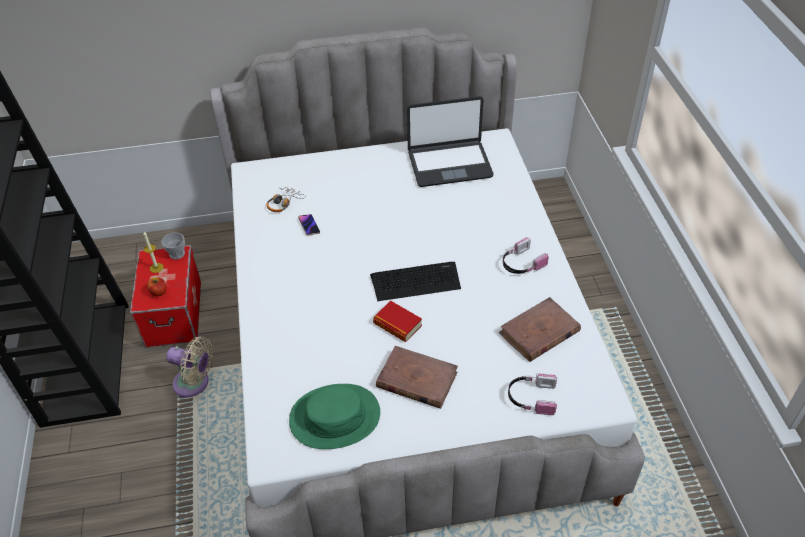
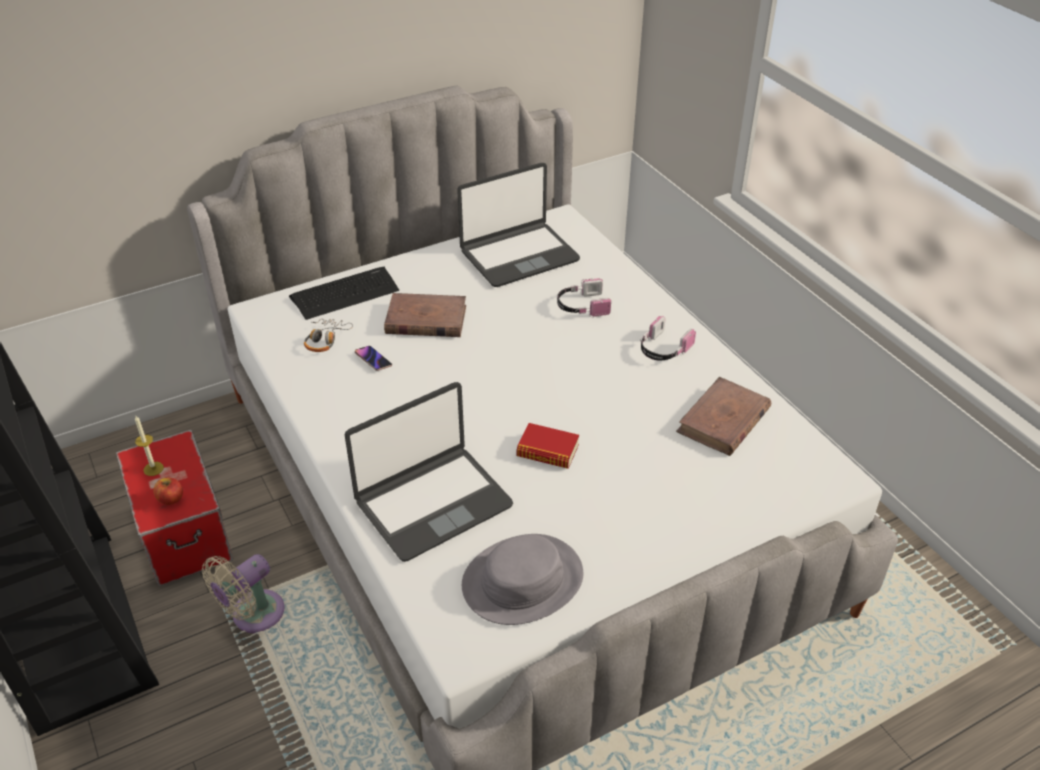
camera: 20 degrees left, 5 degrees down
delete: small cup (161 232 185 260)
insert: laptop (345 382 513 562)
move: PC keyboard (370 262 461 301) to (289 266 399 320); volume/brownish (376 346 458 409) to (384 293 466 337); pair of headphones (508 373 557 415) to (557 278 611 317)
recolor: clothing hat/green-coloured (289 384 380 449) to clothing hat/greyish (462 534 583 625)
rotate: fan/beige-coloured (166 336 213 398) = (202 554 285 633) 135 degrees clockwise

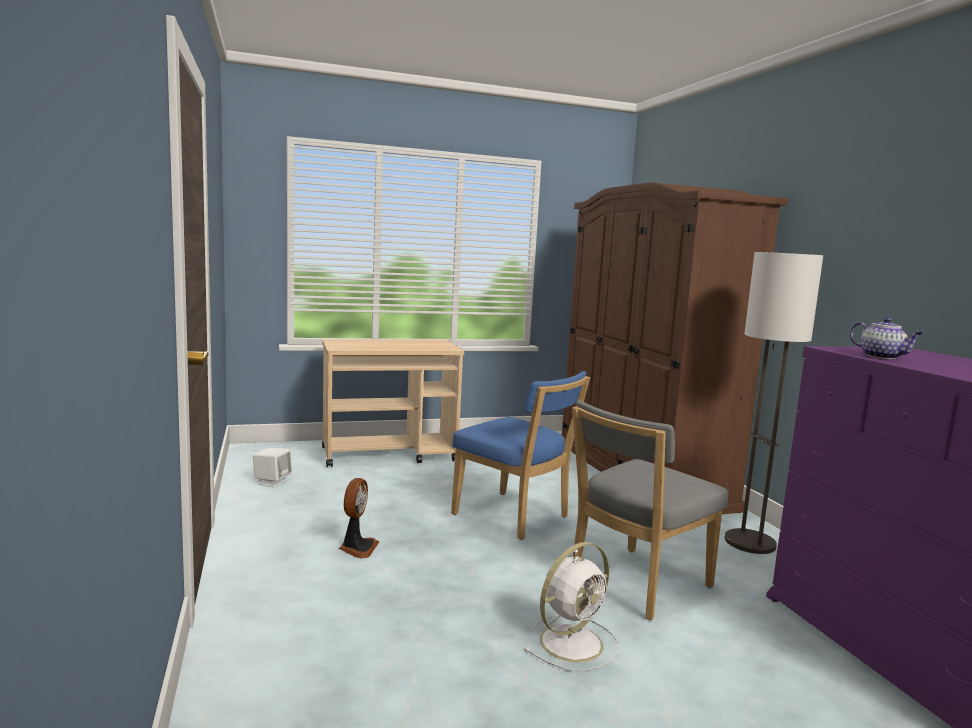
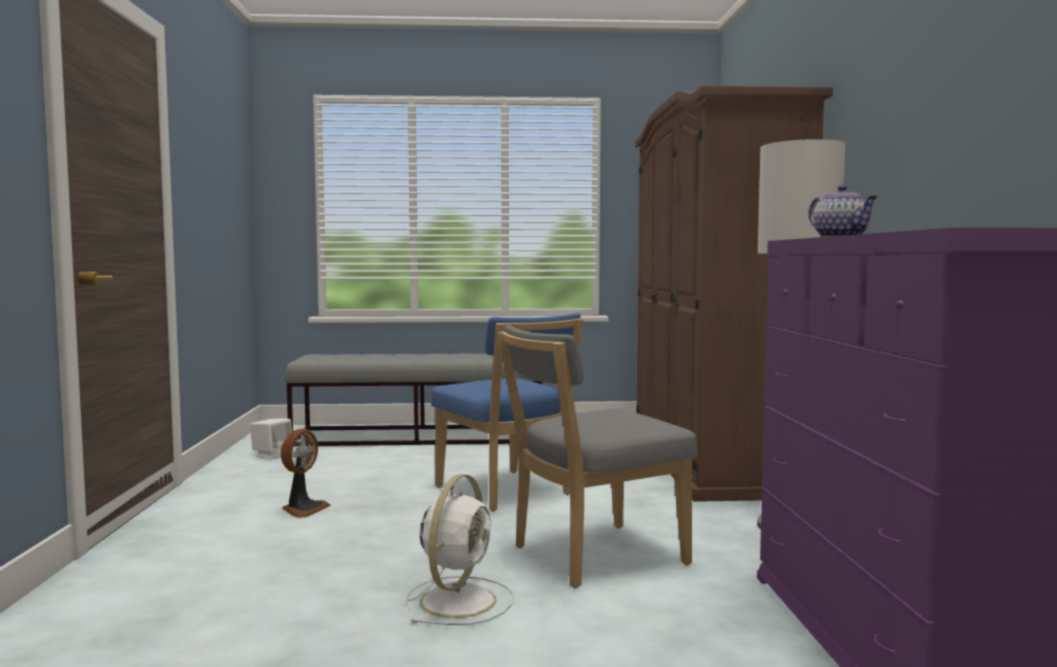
camera: 15 degrees right, 5 degrees down
replace: wheeled cart/beige-coloured (322 339 464 467) to indoor bench/greyish (285 353 543 446)
rotate: fan/whitish (523 542 619 671) = (407 474 514 625) 45 degrees counterclockwise

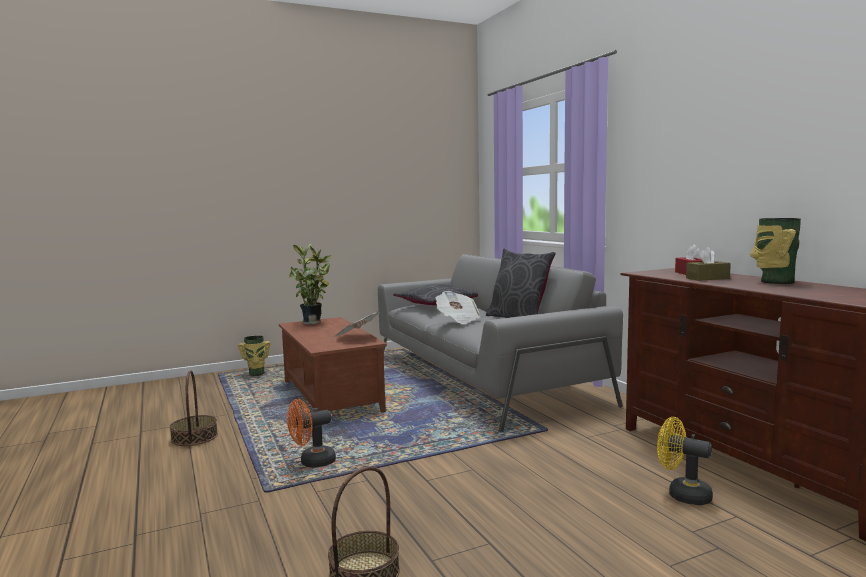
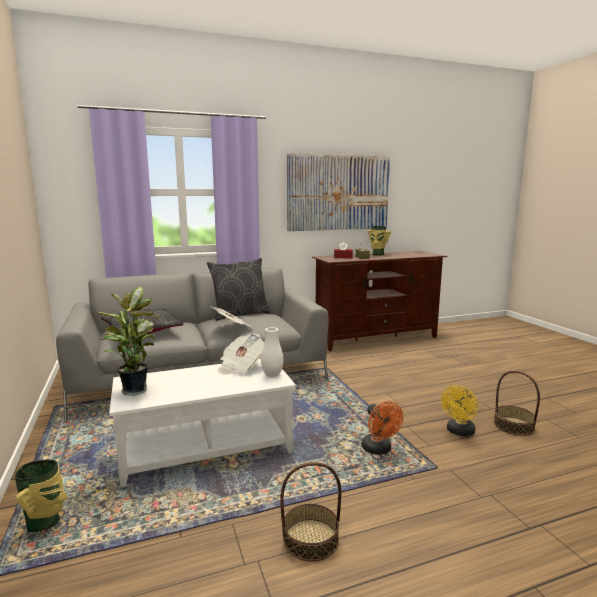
camera: 85 degrees left, 5 degrees up
insert: vase/whitish (261 327 284 377); wall picture (287 153 390 231)
move: fan/yellow-coloured (657 417 713 505) to (441 385 478 437)
recolor: lounge table/brownish (279 317 387 412) to lounge table/whitish (109 359 296 487)

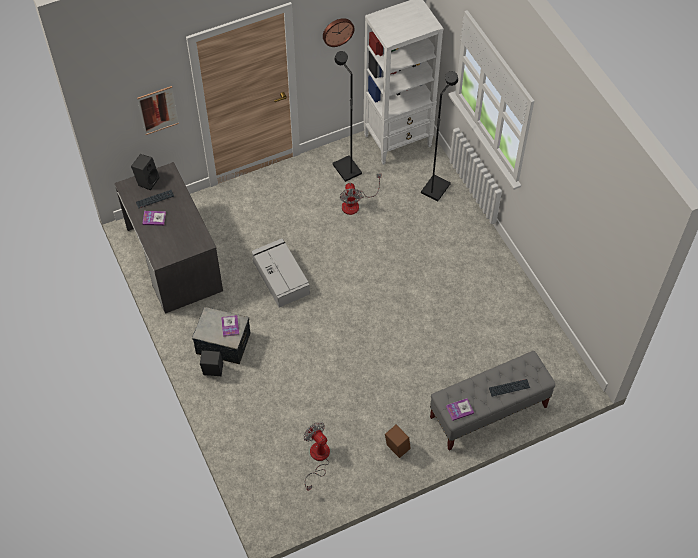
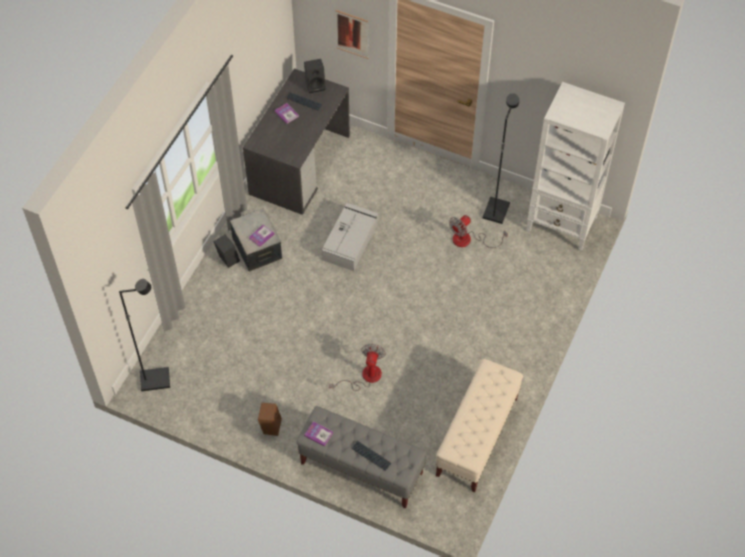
camera: 50 degrees right, 0 degrees up
delete: wall clock (323 18 354 47)
insert: indoor bench/beige-coloured (436 359 523 492)
move: fan (304 422 330 491) to (329 344 386 391); standing lamp/black-coloured (421 71 458 201) to (119 279 170 391)

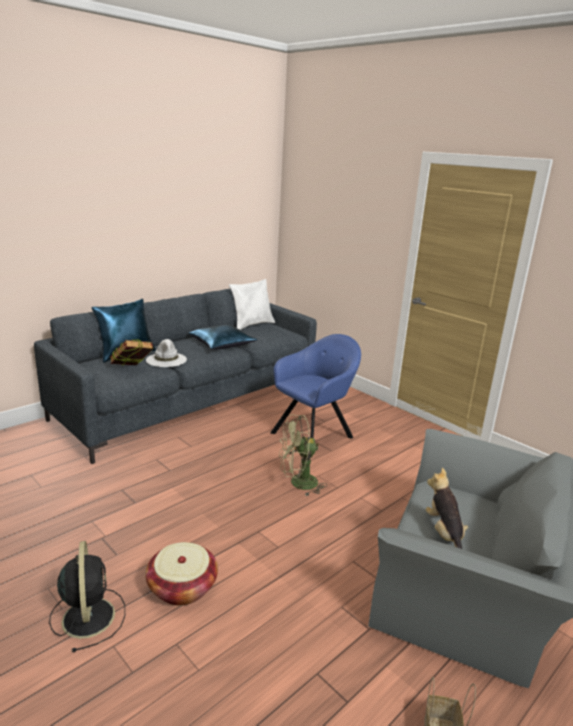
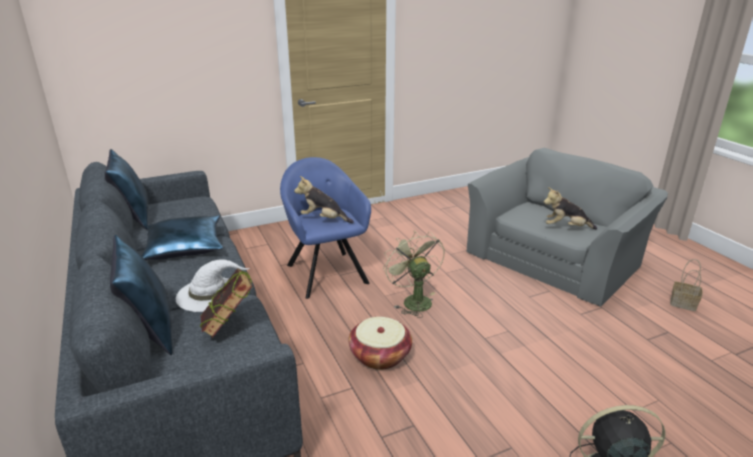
camera: 70 degrees left, 5 degrees up
insert: plush toy (294 176 354 223)
move: storage basket (146 542 218 606) to (349 317 412 370)
recolor: cushion/whitish (229 279 275 330) to cushion/blue (105 149 149 230)
rotate: fan/green-coloured (279 414 326 496) = (383 230 445 318) 150 degrees clockwise

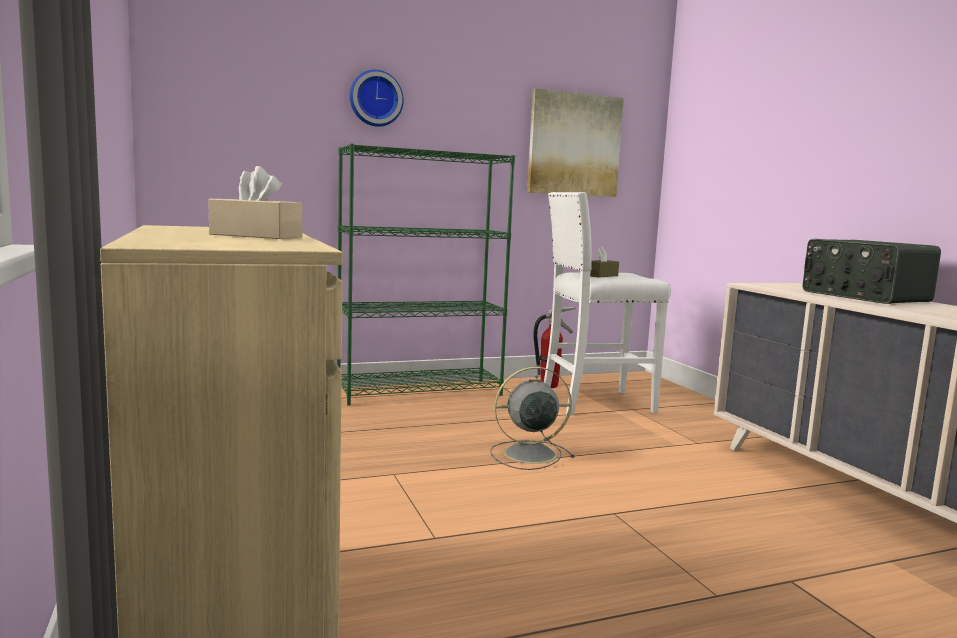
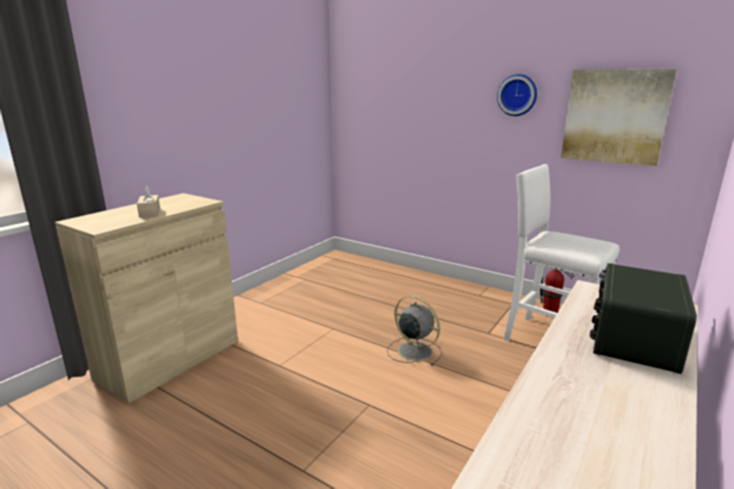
camera: 55 degrees right, 10 degrees up
delete: bookcase/green-coloured (337 144 515 406); box of tissues/brownish (590 247 619 278)
move: wall clock (350 70 404 127) to (497 74 537 116)

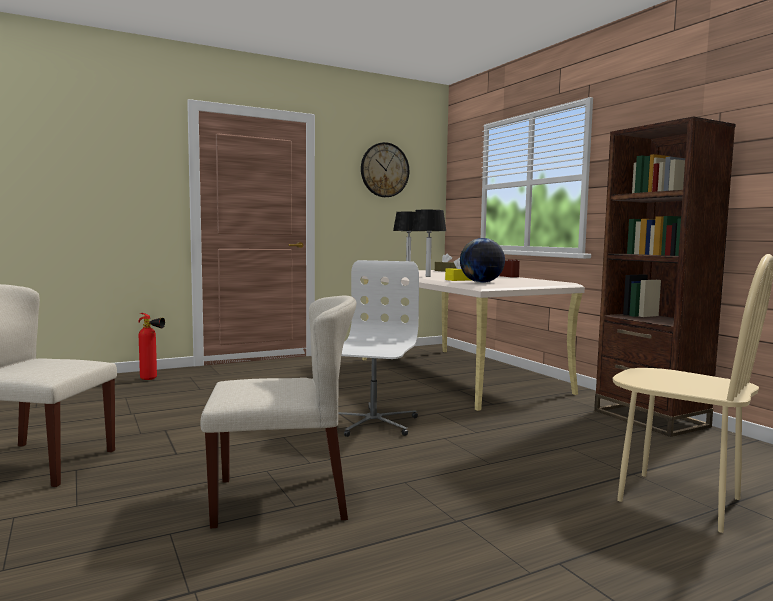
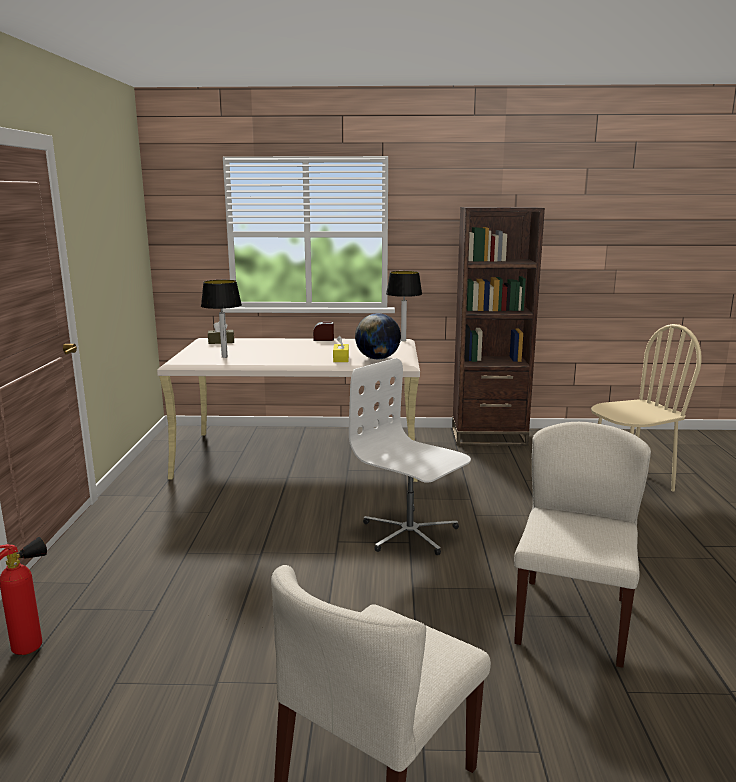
camera: 60 degrees left, 10 degrees up
delete: wall clock (361 142 409 197)
move: tabletop lamp (412 210 446 277) to (386 271 422 341)

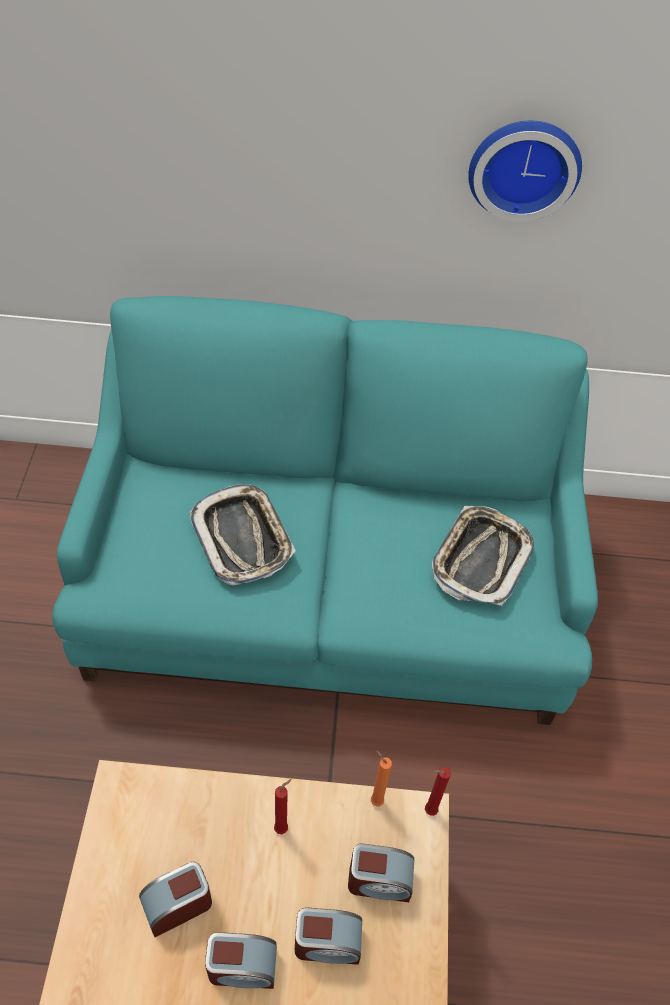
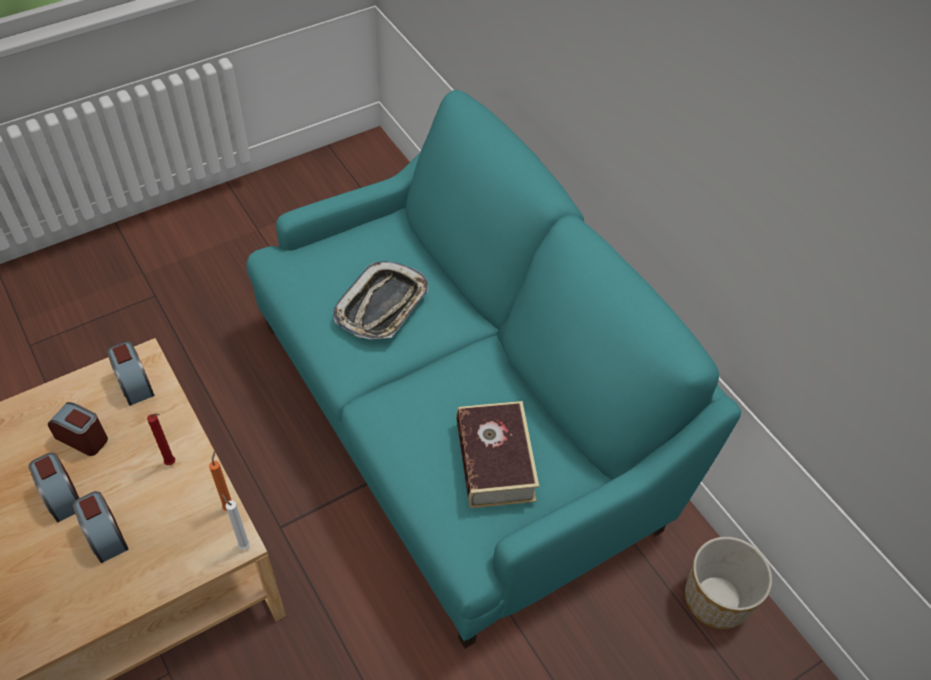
camera: 55 degrees right, 0 degrees up
delete: wall clock (468 121 582 222)
insert: flower pot (685 537 772 629)
move: bedside clock (348 844 414 902) to (107 341 154 406)
replace: serving tray (432 506 534 606) to volume (456 401 539 508)
recolor: candle/red (425 767 451 816) to candle/whitish (221 494 250 550)

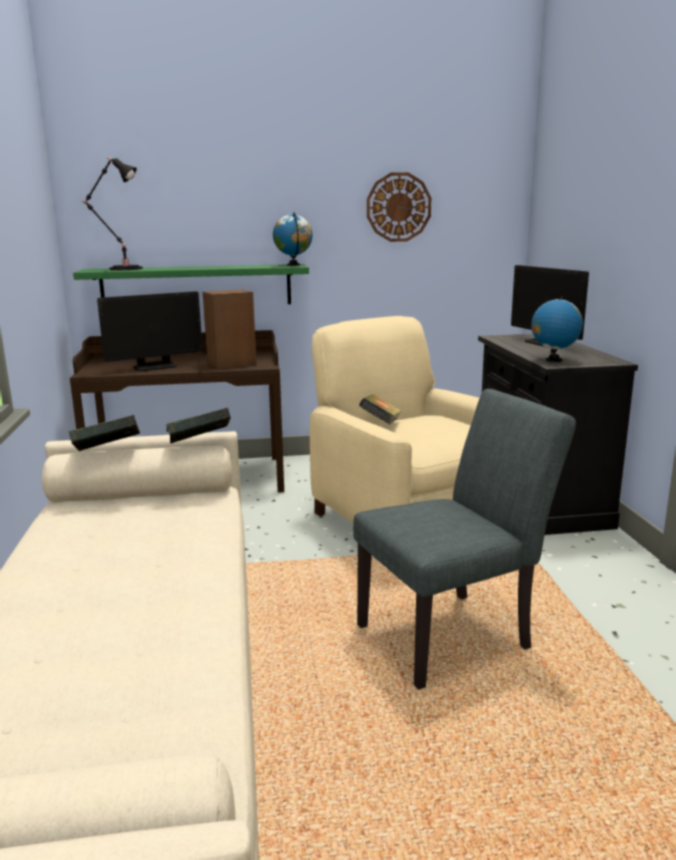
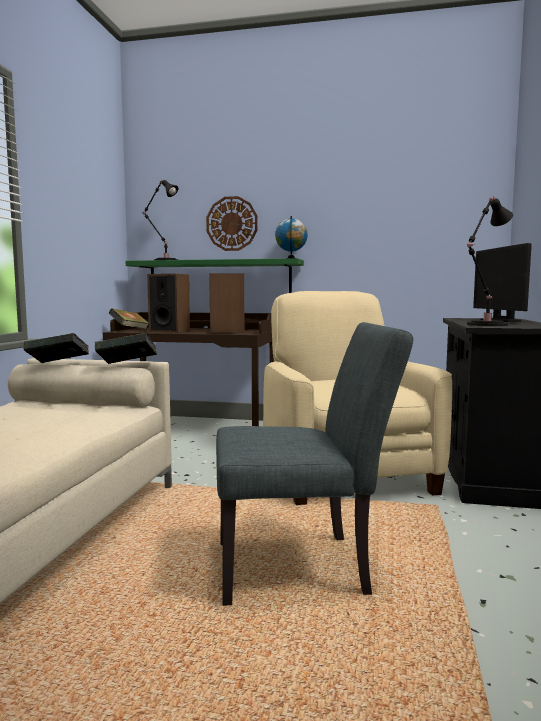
camera: 20 degrees right, 10 degrees down
move: volume (359 395 402 424) to (109 308 149 329); wall clock (367 172 431 242) to (206 196 258 251)
replace: monitor (97 291 203 371) to loudspeaker (147 274 190 333); desk globe (531 296 583 362) to tabletop lamp/black-coloured (467 196 513 326)

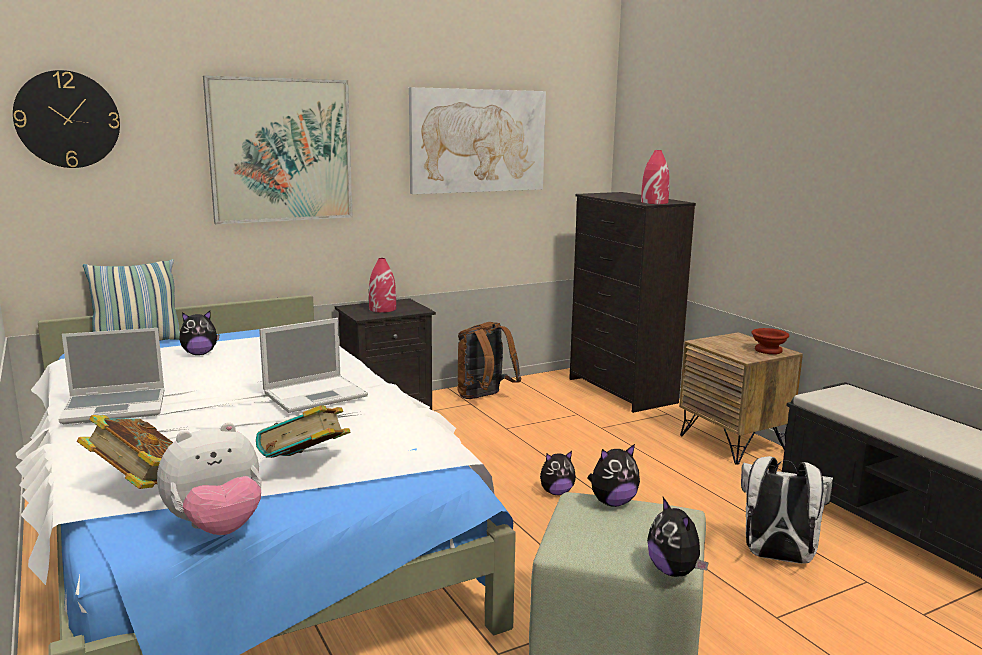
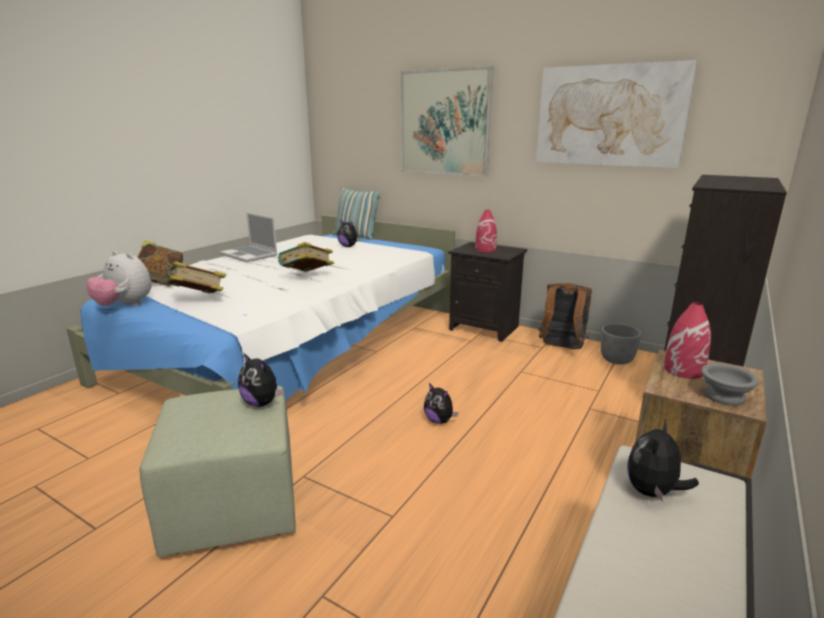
camera: 60 degrees right, 5 degrees up
delete: wall clock (13 70 120 168); knapsack/whitish (741 456 833 564)
insert: flower pot/greyish (601 324 641 365)
move: vase/red (641 150 670 204) to (664 302 711 379); plush toy (647 497 709 577) to (627 420 699 501)
replace: laptop (259 318 368 413) to volume (278 242 334 272)
recolor: serving bowl/brownish (751 328 789 354) to serving bowl/greyish (701 363 759 406)

